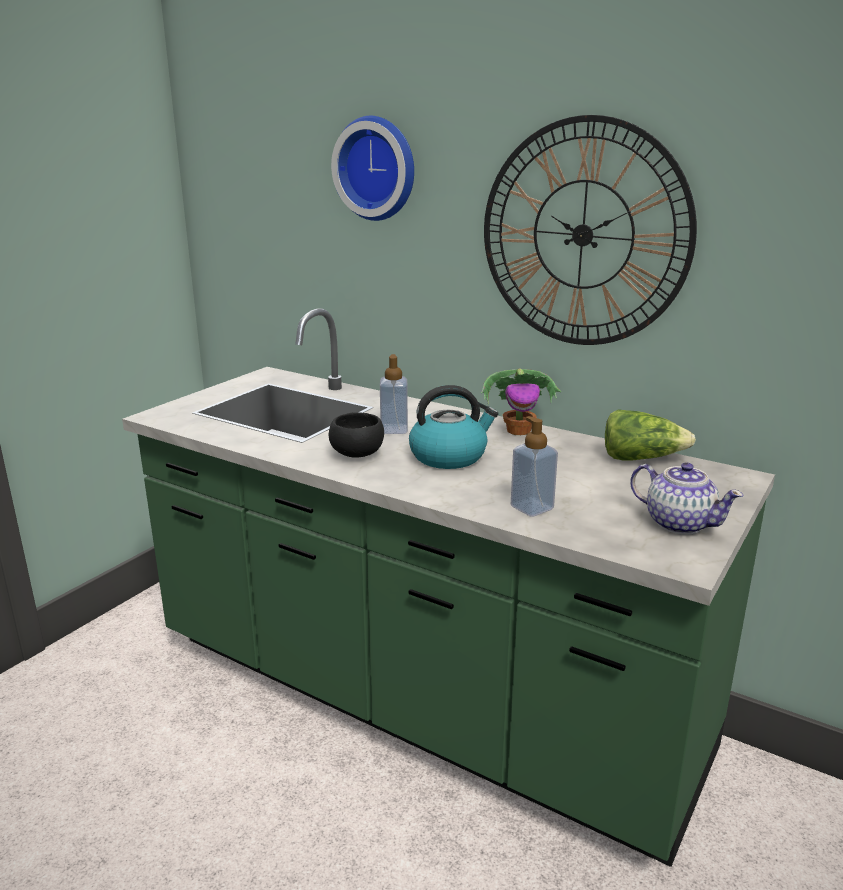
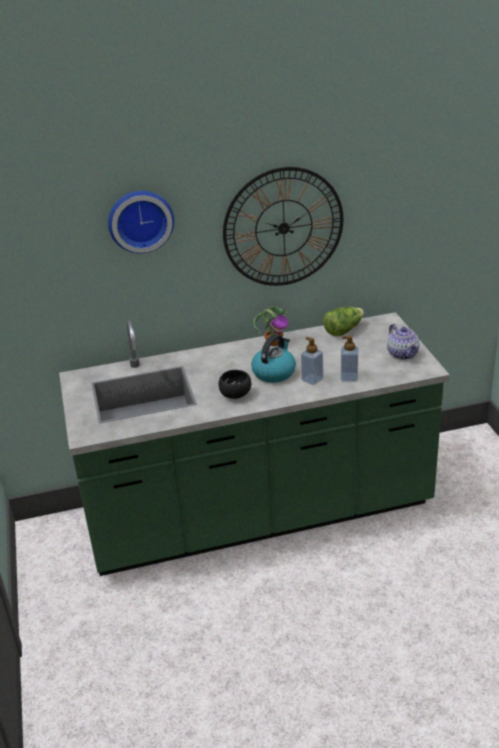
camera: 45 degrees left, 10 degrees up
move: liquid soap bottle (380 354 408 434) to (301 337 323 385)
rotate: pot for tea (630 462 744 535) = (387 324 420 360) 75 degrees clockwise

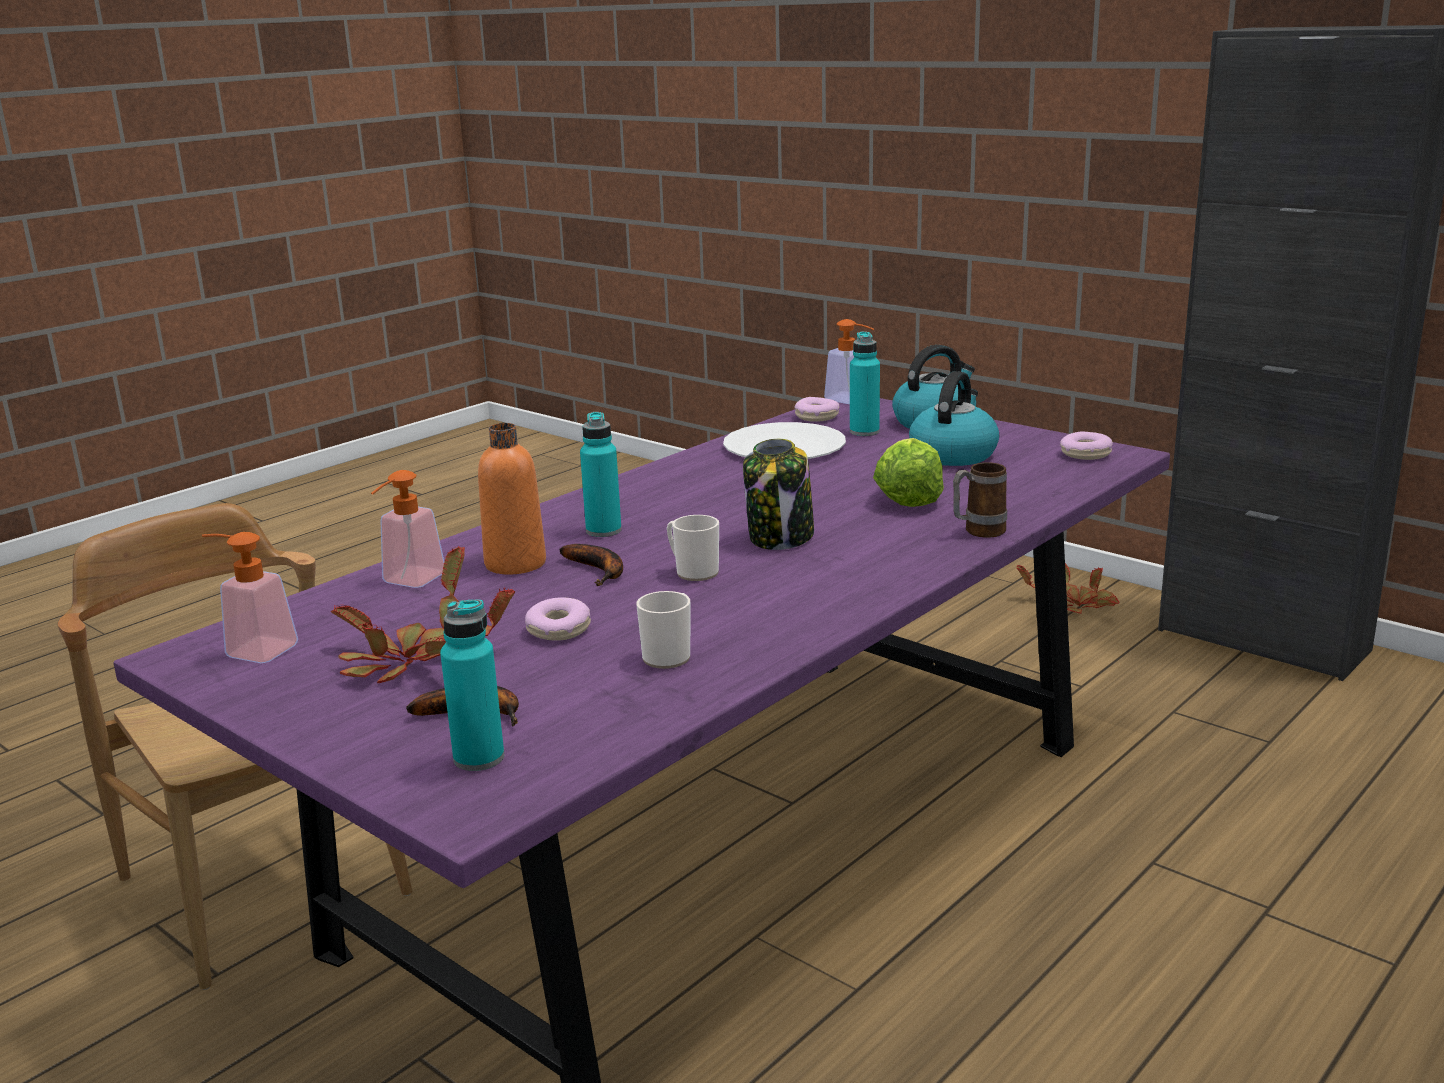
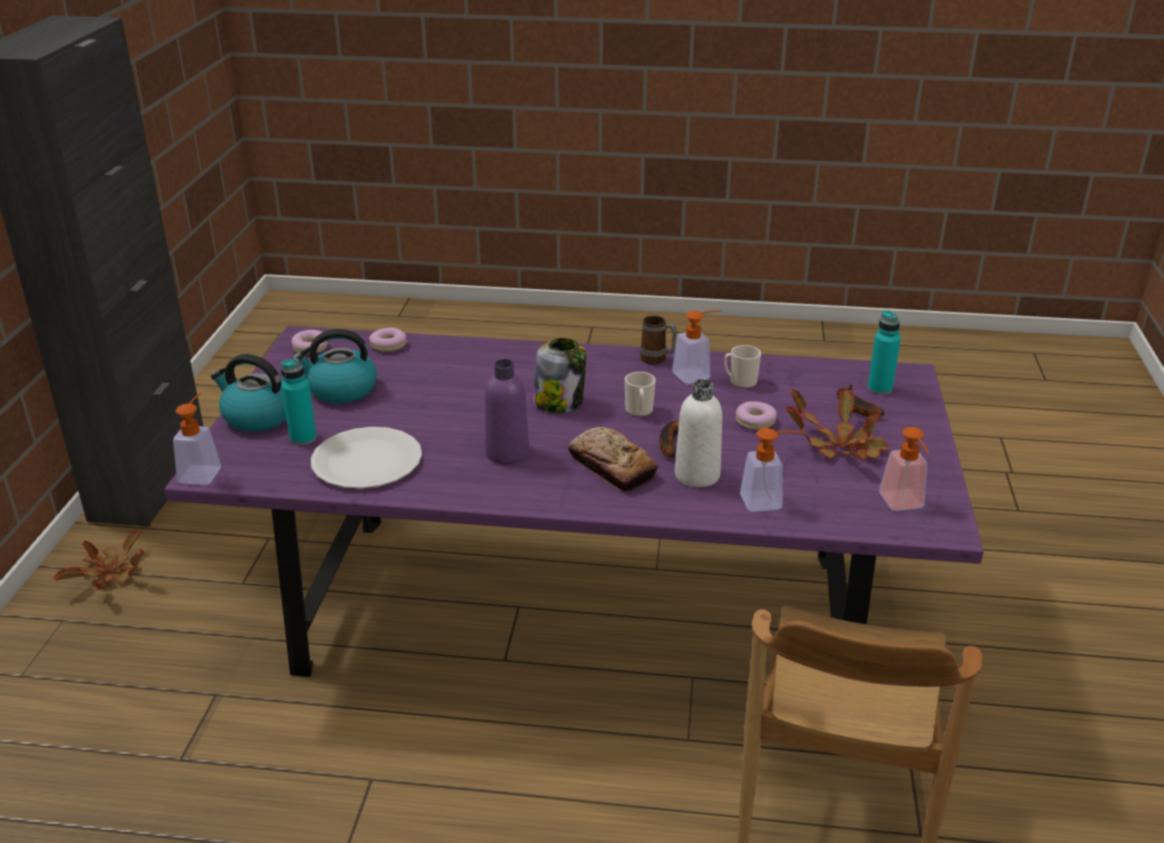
camera: 125 degrees left, 10 degrees up
delete: lettuce (873 438 944 507)
insert: beverage bottle/purplish (484 359 529 465); liquid soap bottle (672 310 721 384)
move: donut (795 397 839 422) to (369 328 407 352); coffee mug (953 462 1007 538) to (640 316 677 365)
replace: beverage bottle/turquoise (580 412 622 537) to baked bread (568 427 658 492)
recolor: beverage bottle/orange (478 423 546 574) to beverage bottle/whitish (675 379 722 487)

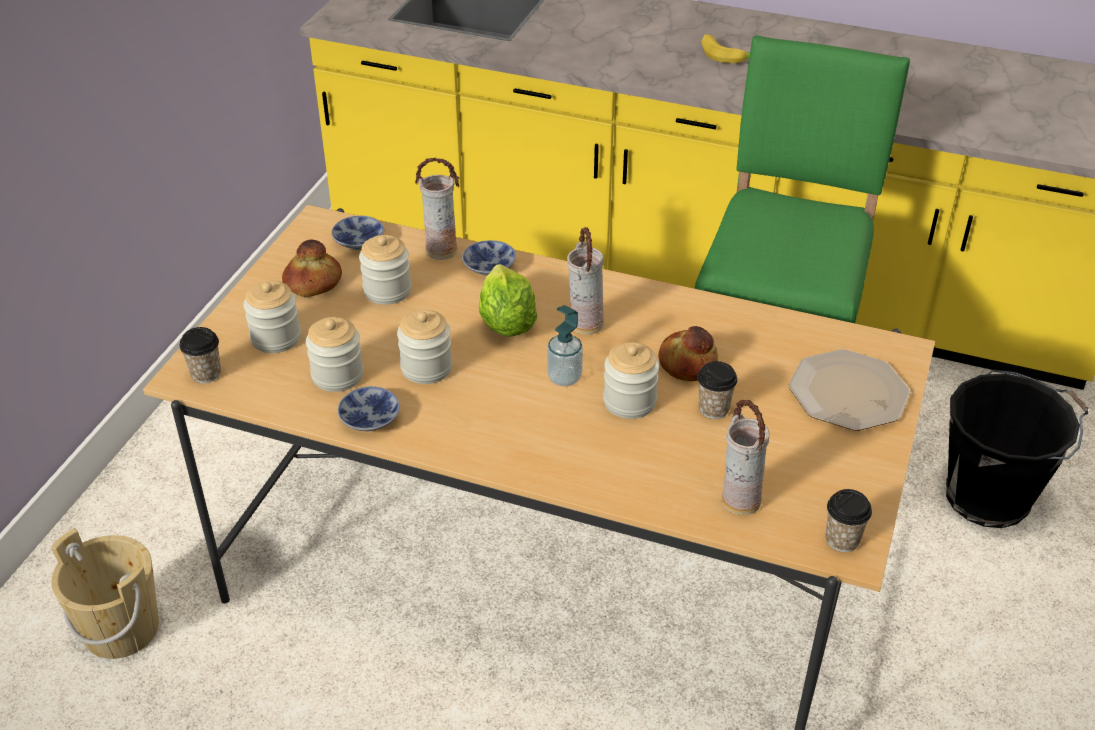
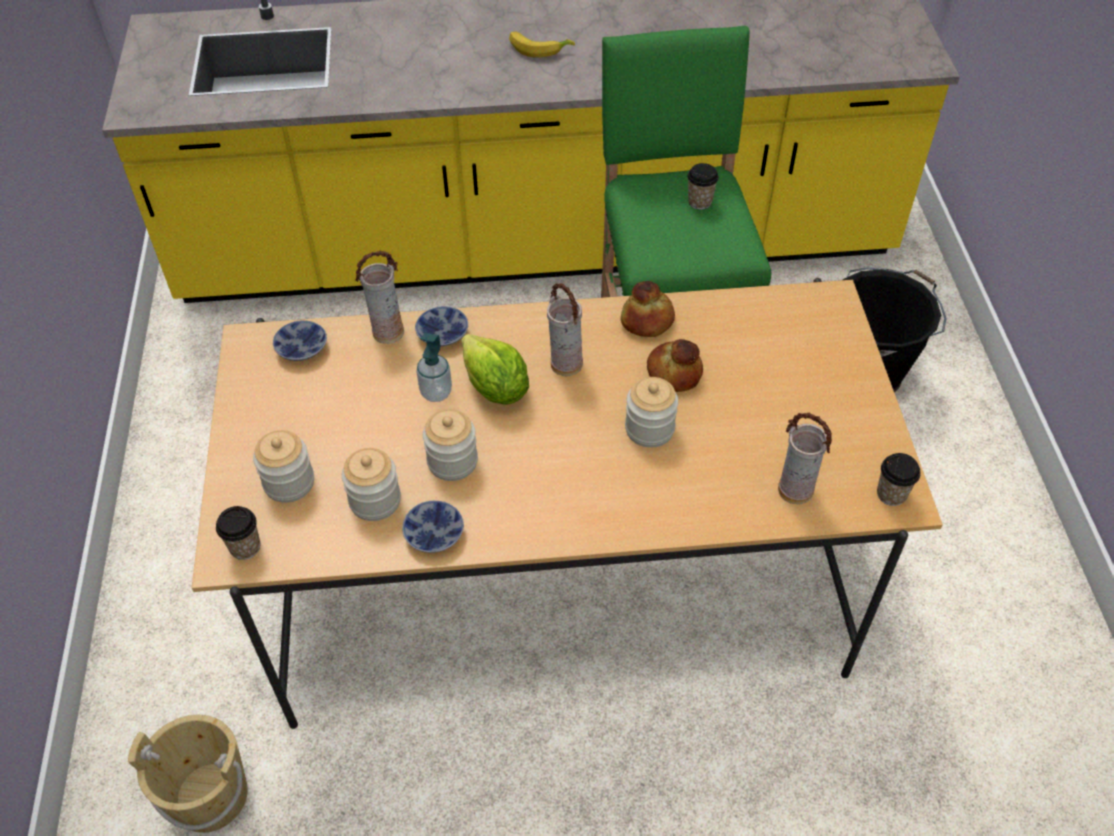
camera: 25 degrees left, 10 degrees up
delete: jar (359 235 412 305); dinner plate (789 349 911 431)
move: baked bread (282 240 342 297) to (621 281 675 337); liquid soap bottle (547 305 583 386) to (416 333 452 402); small cup (697 361 737 419) to (687 163 719 210)

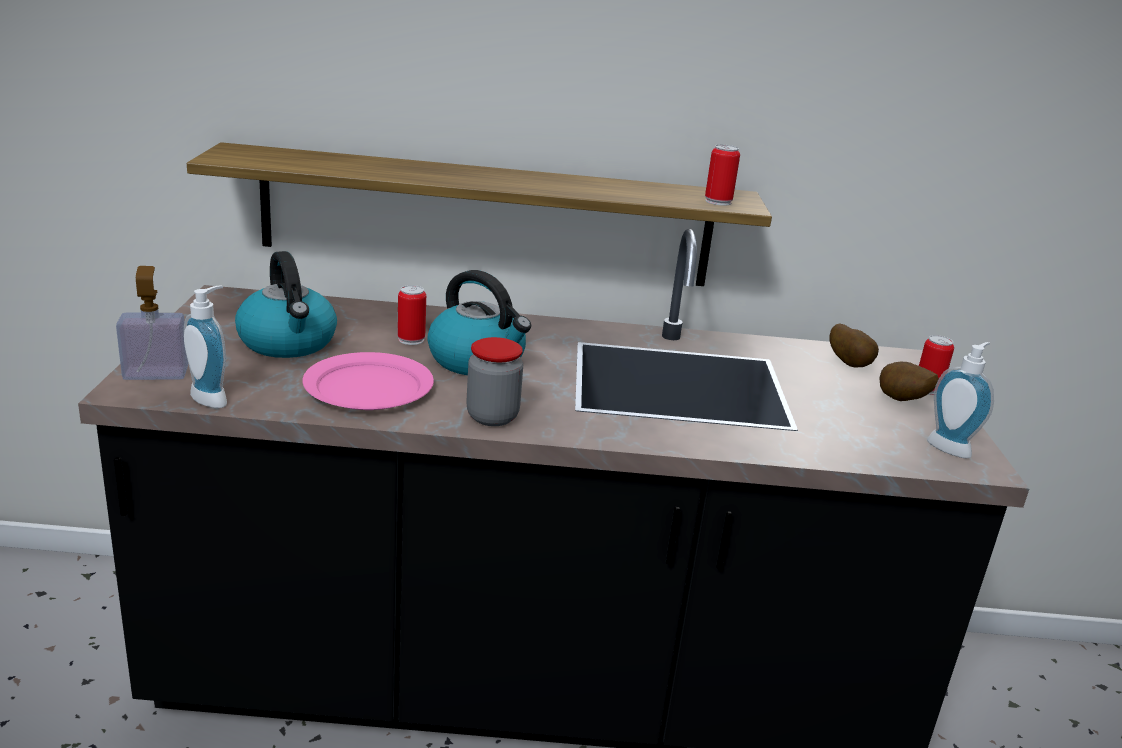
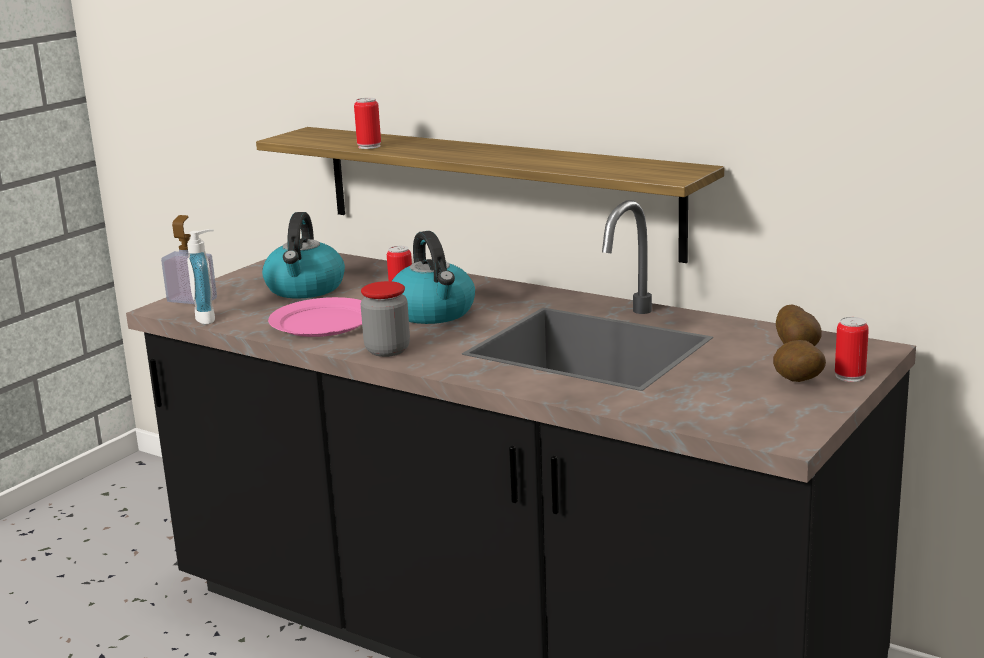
camera: 35 degrees right, 5 degrees down
delete: liquid soap bottle (927 342 994 458)
move: sealed can (705 144 740 206) to (354 98 381 149)

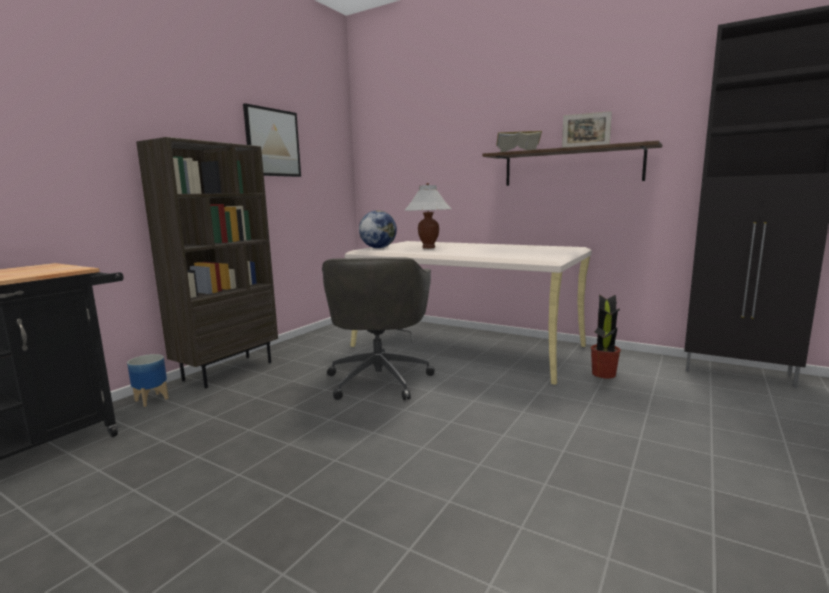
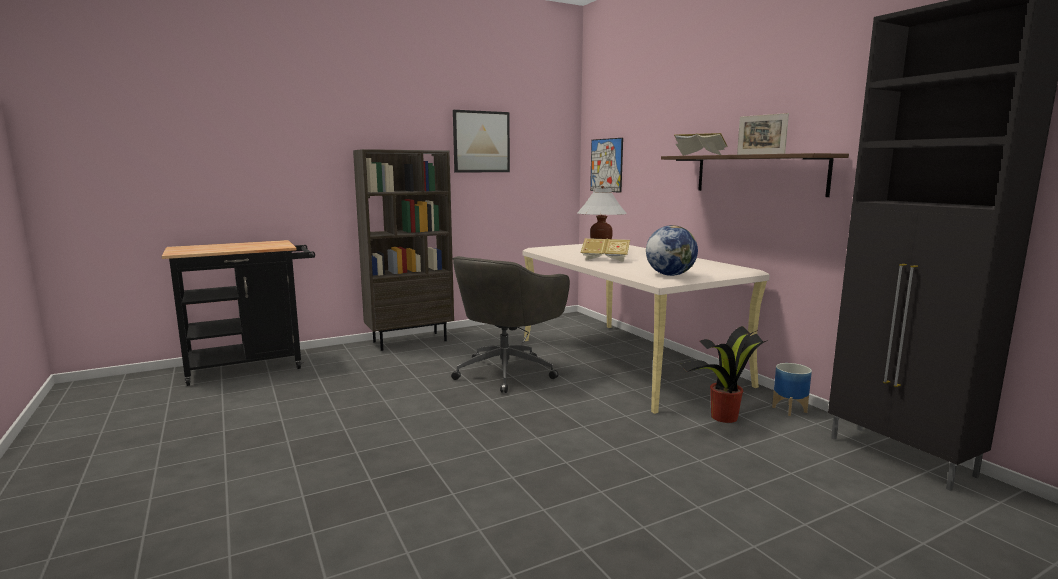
camera: 30 degrees right, 0 degrees up
insert: volume (580 238 630 262); wall picture (590 138 623 193)
move: flower pot (127 354 169 407) to (772 363 812 416); desk globe (359 210 397 248) to (646 225 698 276)

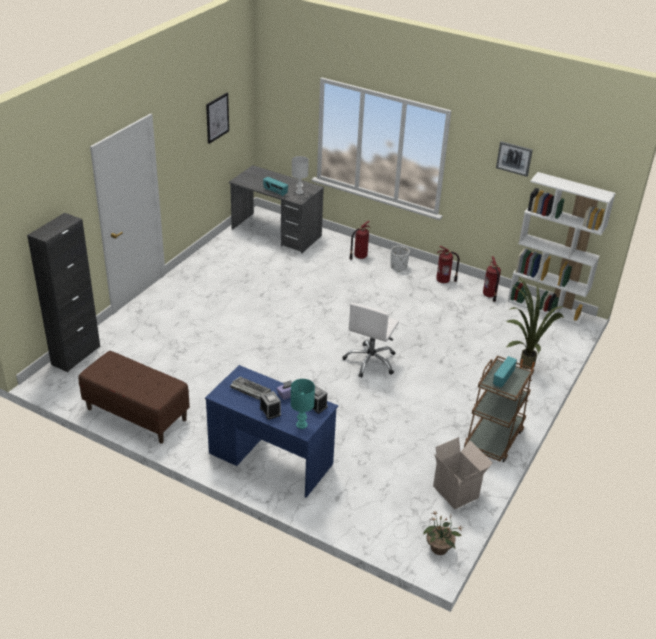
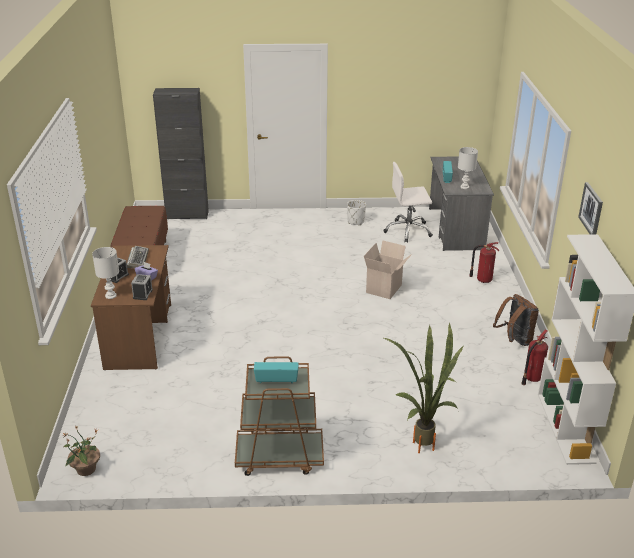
camera: 60 degrees right, 5 degrees down
delete: wall picture (206 93 229 144)
move: desk chair/whitish (343 303 399 378) to (383 162 433 243); flower pot/whitish (390 246 410 272) to (347 200 366 225); carton (433 437 493 510) to (364 240 412 299)
replace: extinguisher (436 246 459 283) to knapsack/brownish (493 294 539 346)
recolor: desk unit/blue (205 365 338 498) to desk unit/brownish (91 245 171 370); tabletop lamp/turquoise (291 379 315 429) to tabletop lamp/whitish (92 247 119 299)

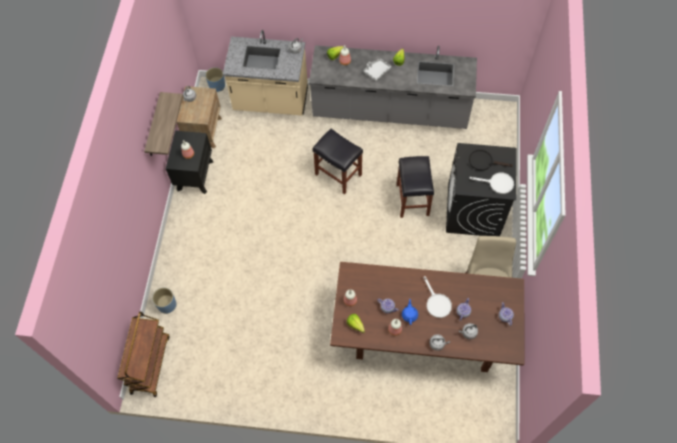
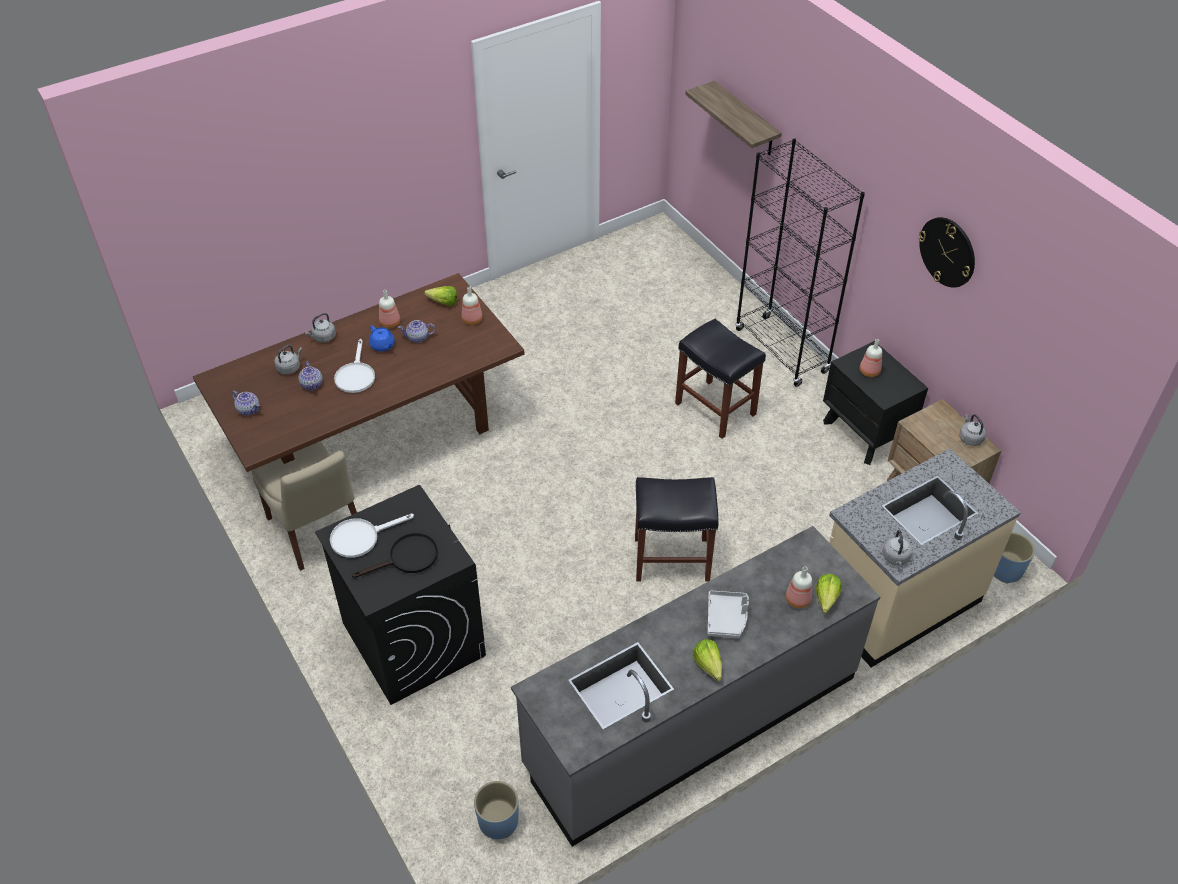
camera: 140 degrees right, 15 degrees down
delete: wheeled cart/brownish (118 312 169 397)
insert: bookcase/black-coloured (735 139 865 387); wall clock (918 217 975 288)
move: bracket shelf (144 92 183 156) to (685 81 782 156); flower pot/blue (152 288 176 314) to (474 781 519 839); sitting stool/black-coloured (396 156 434 218) to (675 318 766 439)
rotate: pan/whitish (424 276 452 318) = (334 339 375 393) 120 degrees counterclockwise

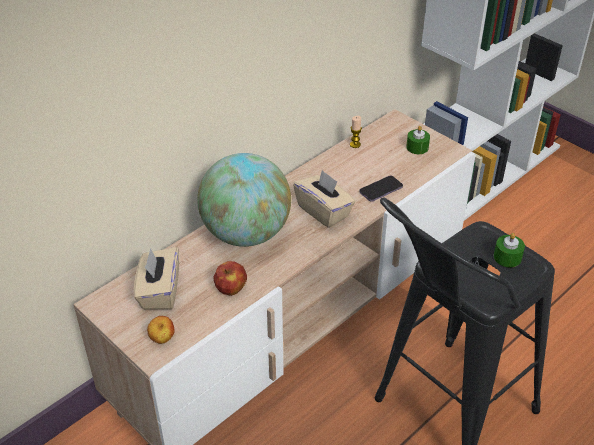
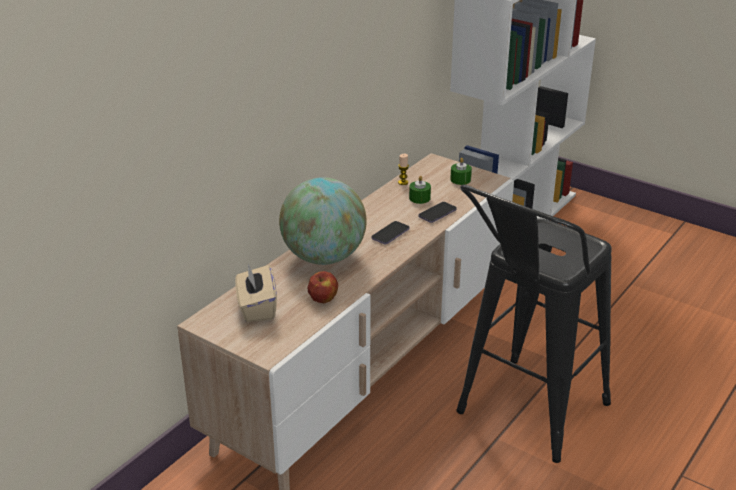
camera: 10 degrees left, 10 degrees down
delete: whole apple (147 316 175 344)
move: candle/green-coloured (494 233 525 267) to (409 176 431 204)
replace: box of tissues/beige-coloured (293 170 356 228) to handset (371 221 410 244)

